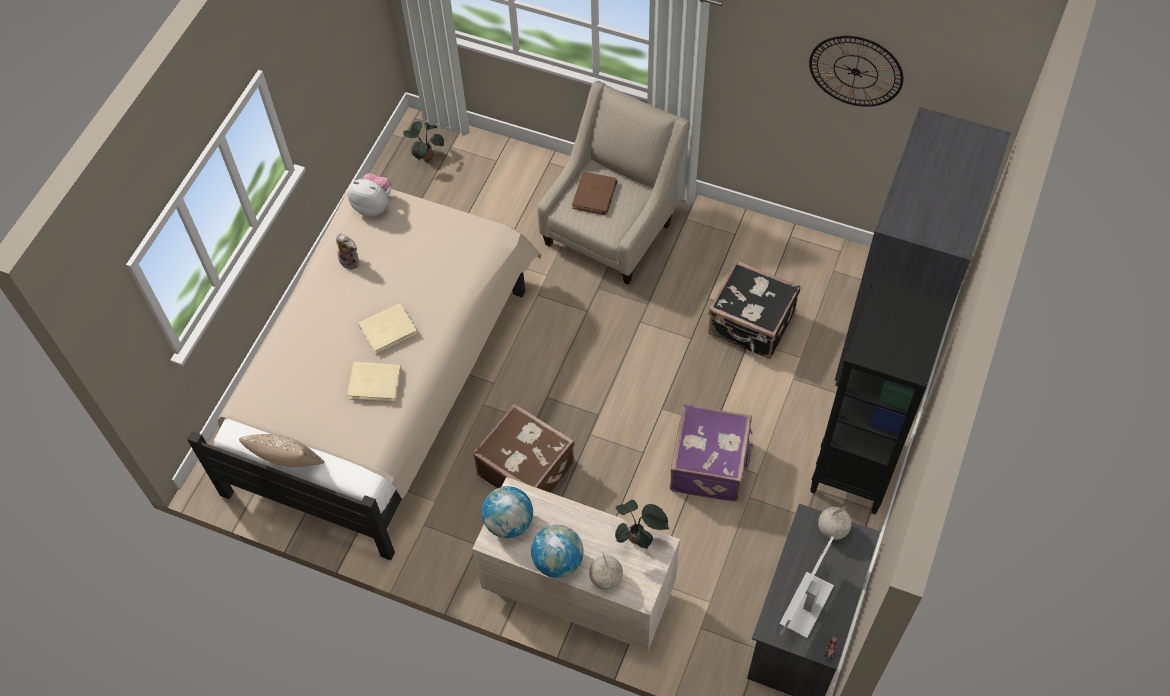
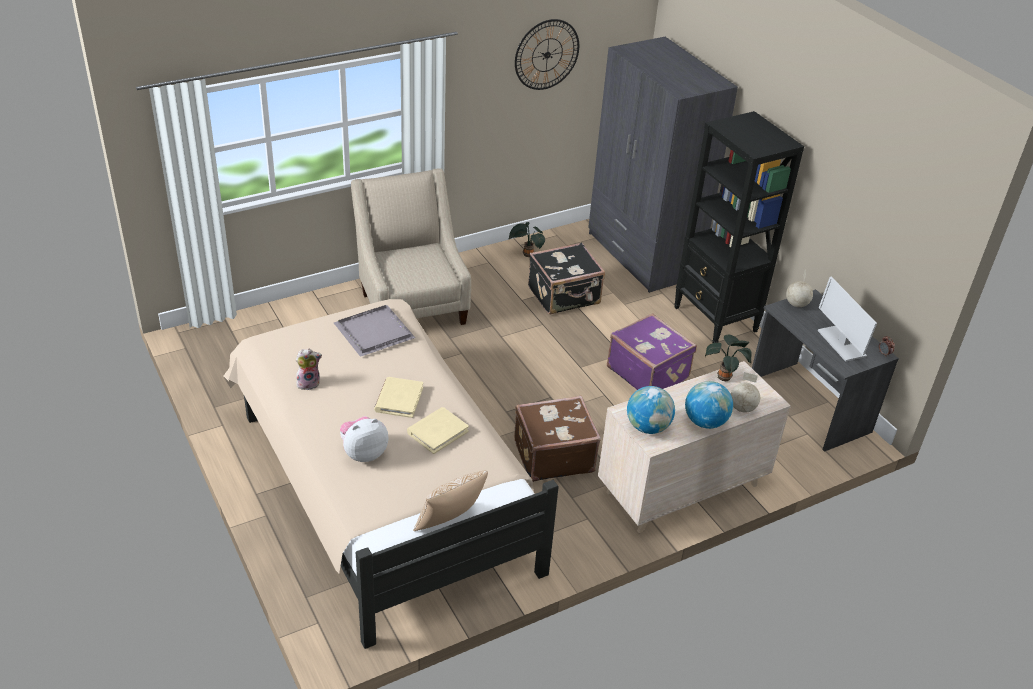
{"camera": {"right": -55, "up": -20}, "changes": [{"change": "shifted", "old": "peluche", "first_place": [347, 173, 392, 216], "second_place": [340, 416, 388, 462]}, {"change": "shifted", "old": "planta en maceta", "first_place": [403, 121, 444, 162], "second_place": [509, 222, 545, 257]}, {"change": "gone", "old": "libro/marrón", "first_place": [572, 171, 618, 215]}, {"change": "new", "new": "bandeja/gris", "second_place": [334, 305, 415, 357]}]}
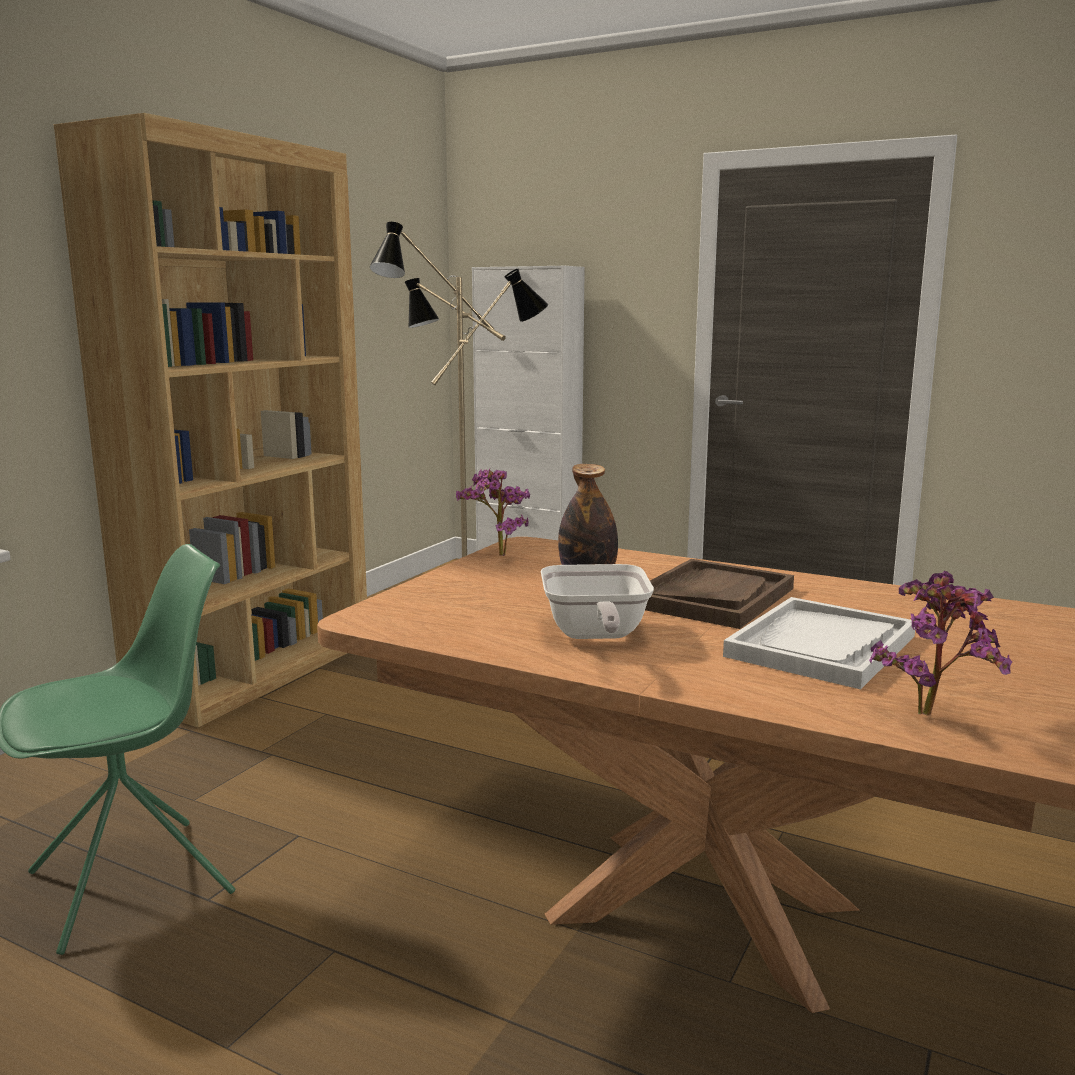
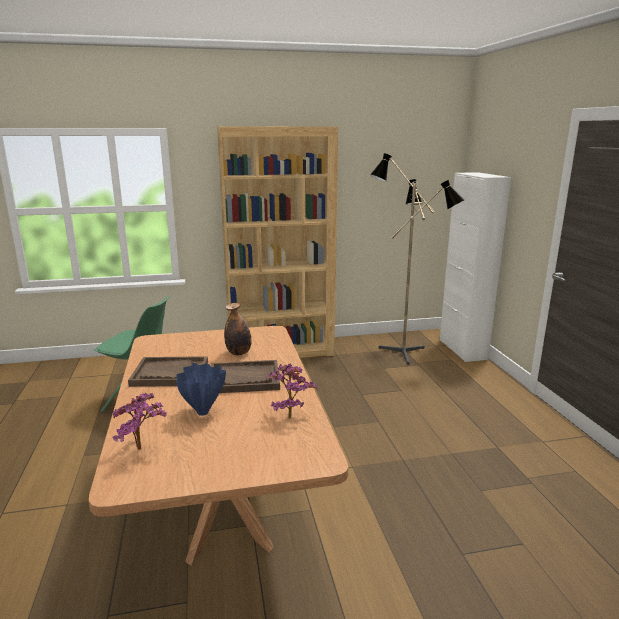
{"camera": {"right": 50, "up": 5}, "changes": [{"change": "shifted", "old": "planta en maceta", "first_place": [456, 469, 530, 556], "second_place": [268, 364, 317, 419]}, {"change": "swapped", "old": "sartén", "new": "bandeja/marrón", "first_place": [541, 564, 654, 639], "second_place": [128, 356, 208, 387]}, {"change": "swapped", "old": "bandeja/blanco", "new": "florero/azul", "first_place": [723, 597, 915, 690], "second_place": [176, 363, 226, 416]}]}
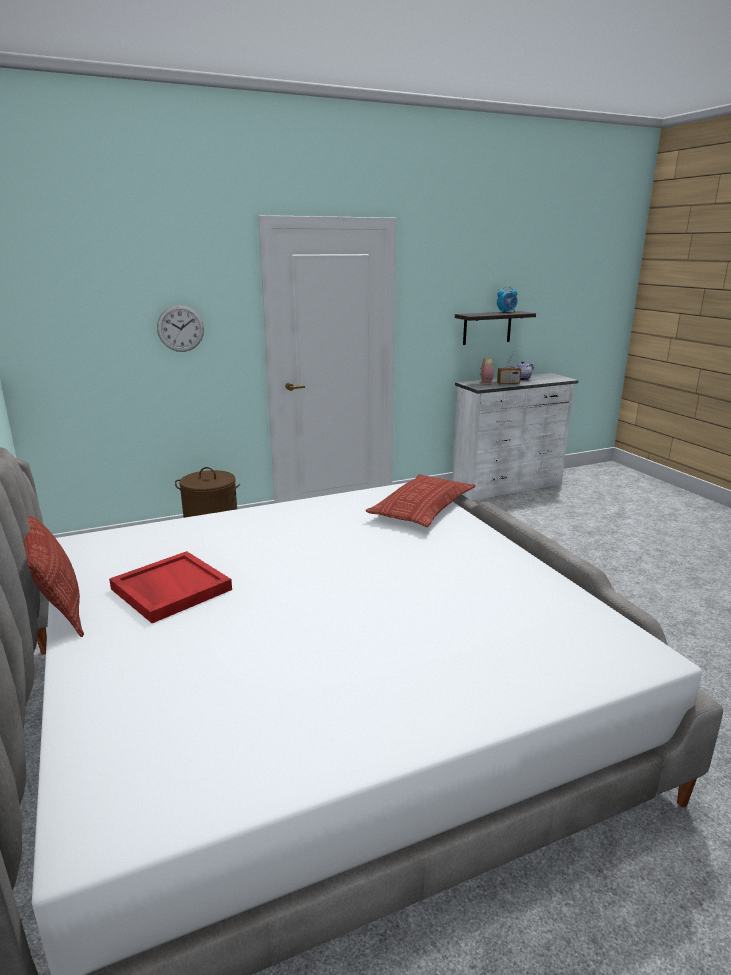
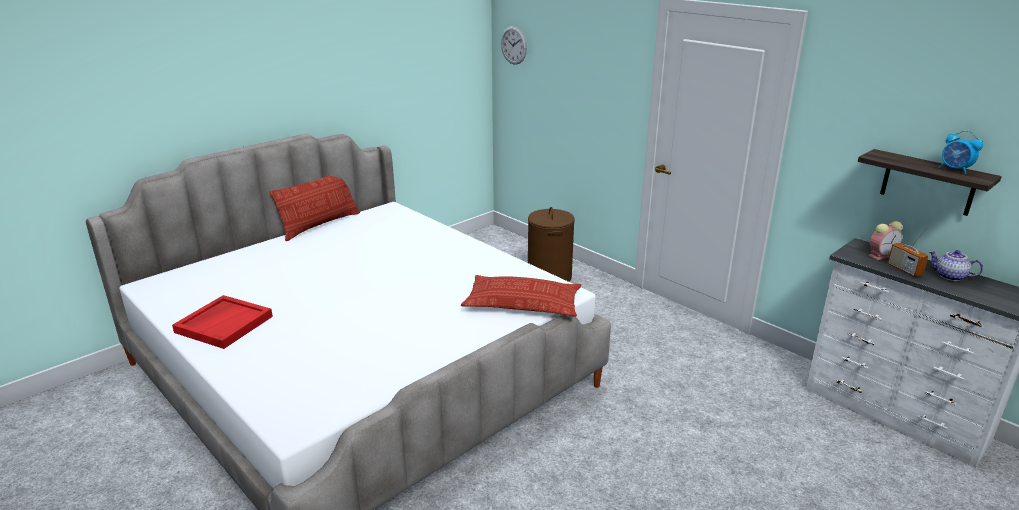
{"camera": {"right": 70, "up": 5}, "changes": [{"change": "shifted", "old": "bandeja/rojo", "first_place": [109, 551, 232, 623], "second_place": [172, 295, 273, 349]}, {"change": "shifted", "old": "reloj de pared", "first_place": [157, 305, 204, 352], "second_place": [501, 26, 527, 65]}]}
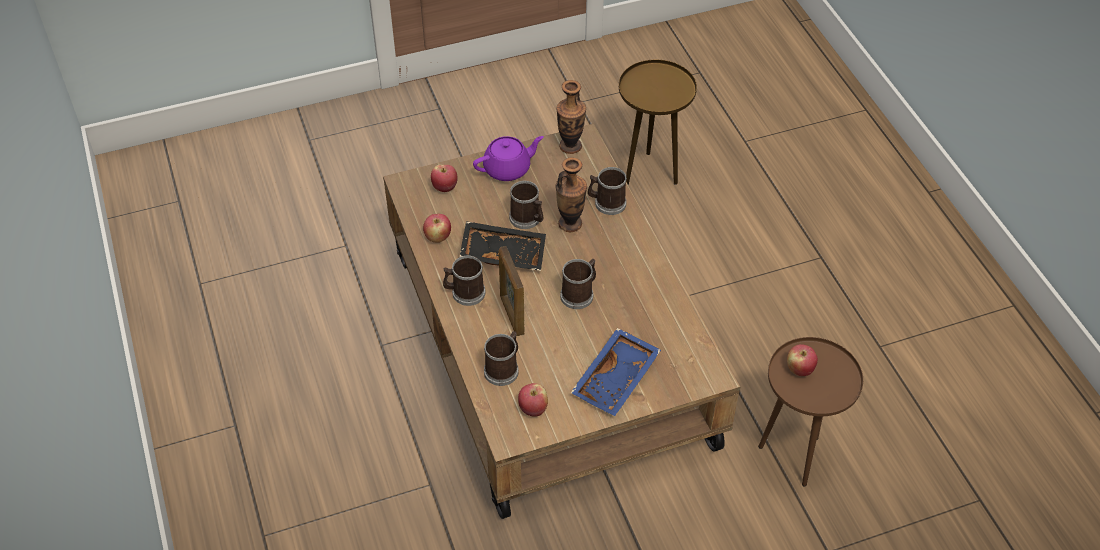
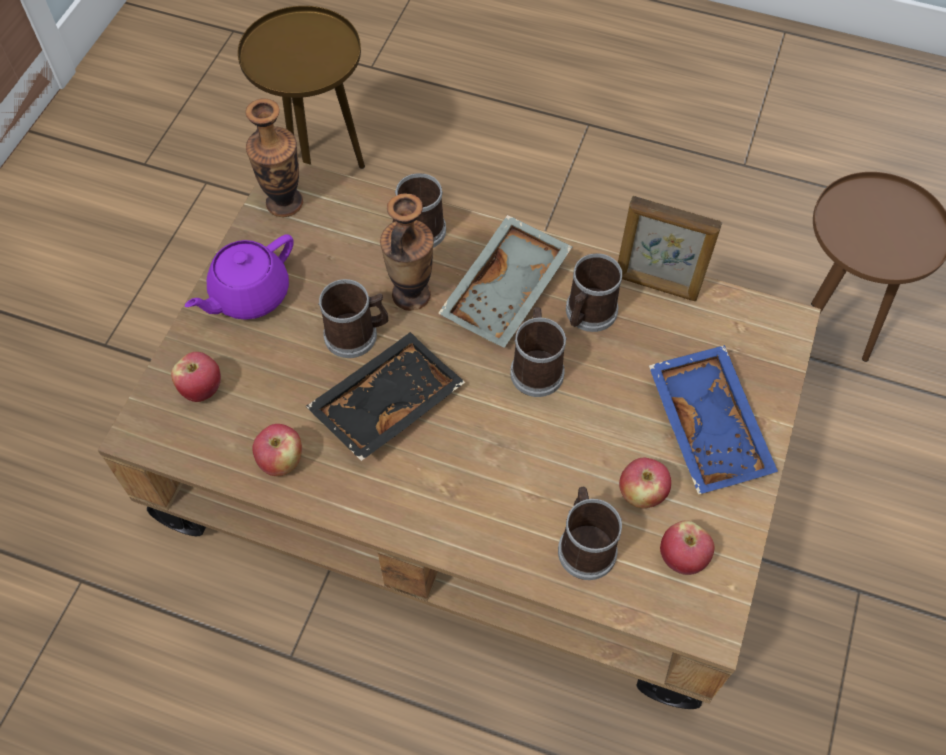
{"camera": {"right": -50, "up": 10}, "changes": [{"change": "shifted", "old": "taza grande", "first_place": [443, 255, 485, 306], "second_place": [566, 253, 622, 332]}, {"change": "rotated", "old": "tetera/morado", "first_place": [473, 136, 544, 181], "second_place": [185, 234, 294, 320], "degrees": -150}, {"change": "shifted", "old": "portarretratos", "first_place": [499, 246, 525, 336], "second_place": [618, 196, 722, 301]}, {"change": "shifted", "old": "manzana", "first_place": [787, 344, 818, 376], "second_place": [619, 458, 671, 508]}, {"change": "new", "new": "bandeja/gris", "second_place": [438, 215, 572, 348]}]}
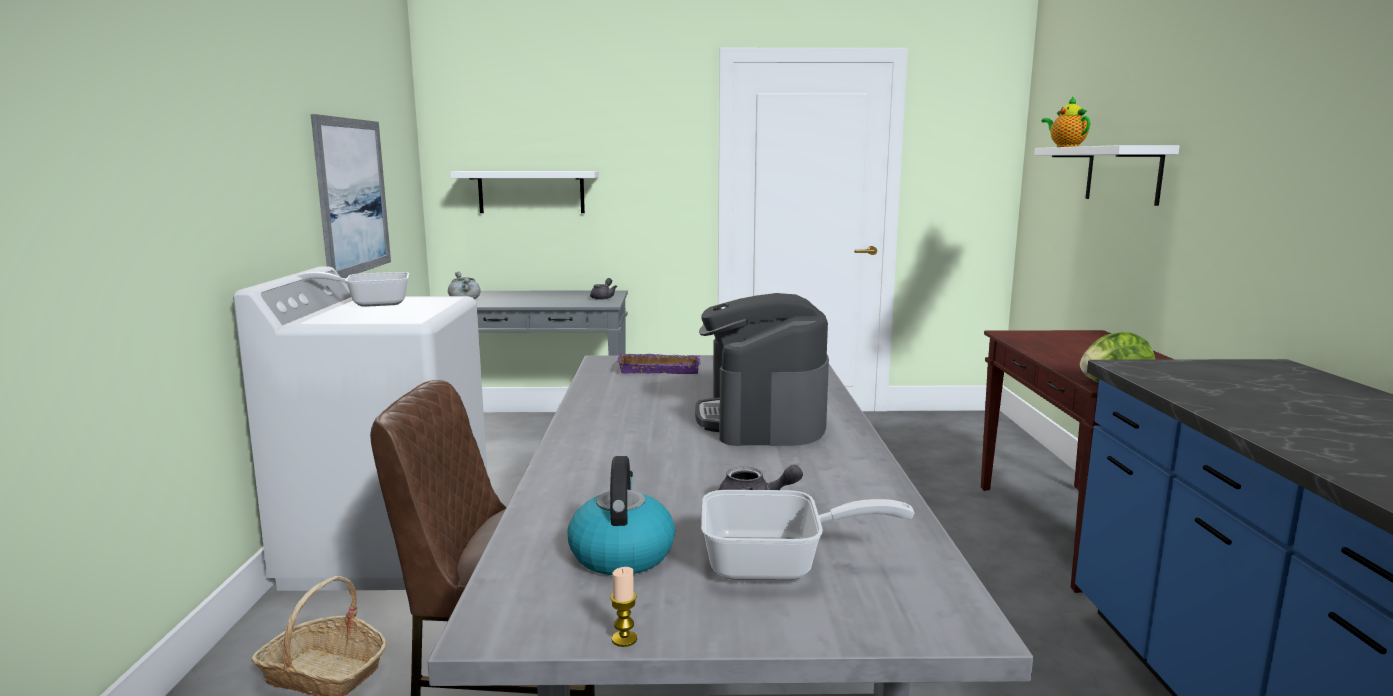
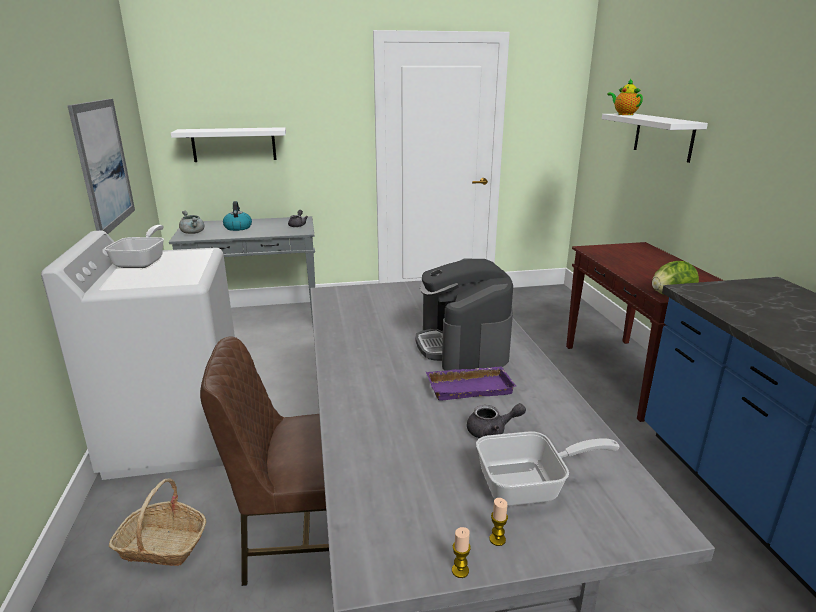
{"camera": {"right": -10, "up": 10}, "changes": [{"change": "rotated", "old": "sartén", "first_place": [296, 272, 409, 307], "second_place": [104, 225, 164, 268], "degrees": 120}, {"change": "shifted", "old": "hervidor", "first_place": [568, 456, 675, 575], "second_place": [223, 201, 252, 231]}, {"change": "shifted", "old": "bandeja/morado", "first_place": [616, 353, 700, 374], "second_place": [426, 367, 516, 401]}, {"change": "new", "new": "vela", "second_place": [489, 498, 508, 546]}]}
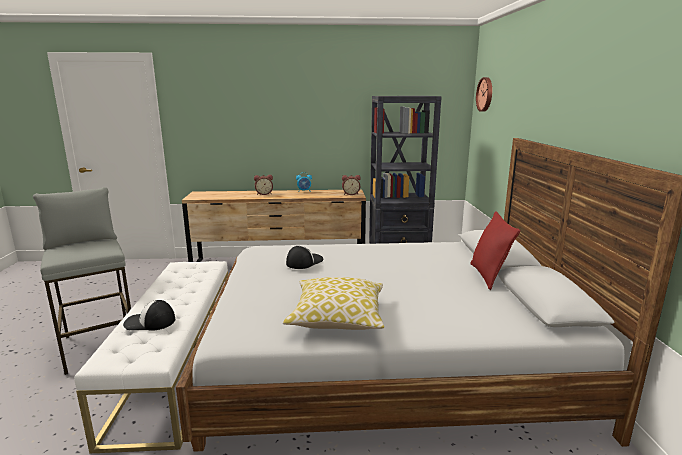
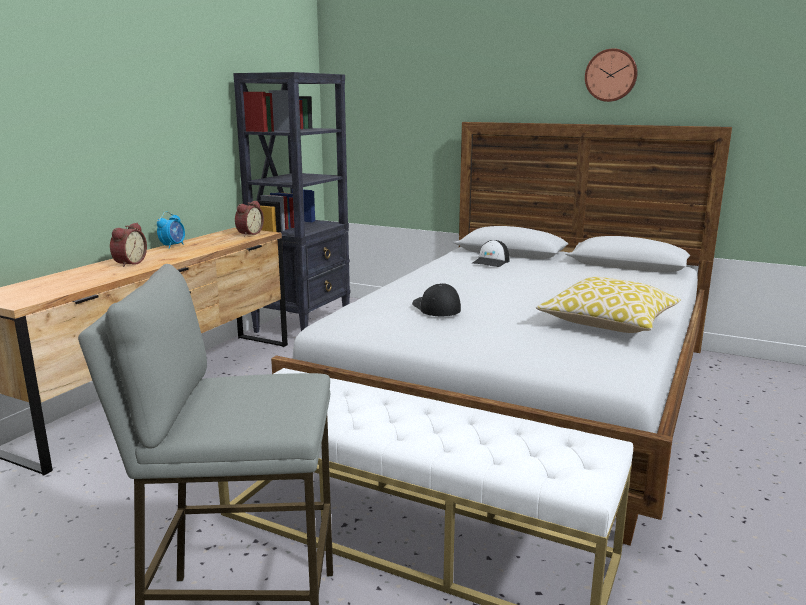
{"camera": {"right": -60, "up": 0}, "changes": [{"change": "shifted", "old": "gorra", "first_place": [123, 300, 175, 331], "second_place": [472, 240, 509, 267]}, {"change": "gone", "old": "cojín/rojo", "first_place": [470, 211, 520, 290]}, {"change": "shifted", "old": "reloj de pared", "first_place": [476, 77, 492, 112], "second_place": [585, 48, 638, 102]}]}
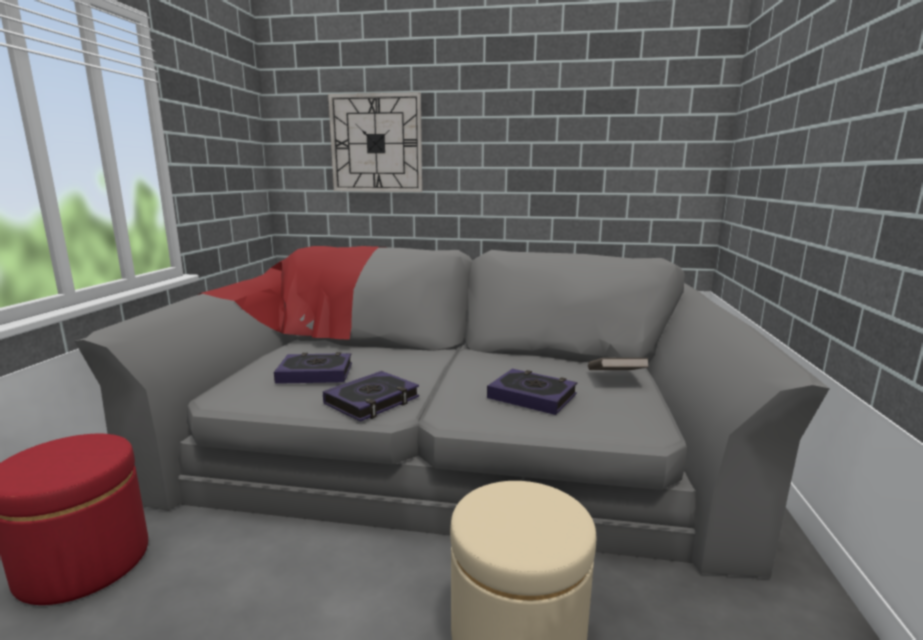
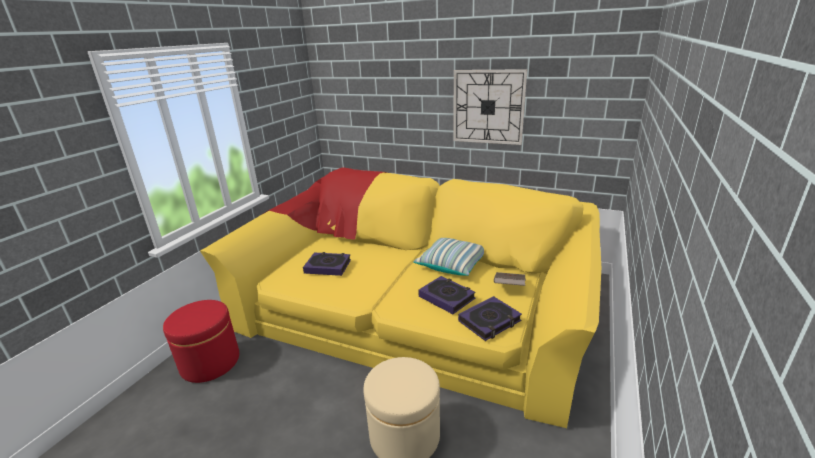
{"camera": {"right": 15, "up": 10}, "changes": [{"change": "repainted", "old": "sofá/gris", "new": "sofá/amarillo", "first_place": [75, 246, 830, 578], "second_place": [200, 167, 601, 428]}, {"change": "shifted", "old": "libro", "first_place": [323, 371, 419, 422], "second_place": [458, 296, 522, 341]}, {"change": "shifted", "old": "reloj de pared", "first_place": [328, 92, 422, 192], "second_place": [453, 69, 527, 145]}, {"change": "new", "new": "cojín", "second_place": [413, 238, 484, 276]}]}
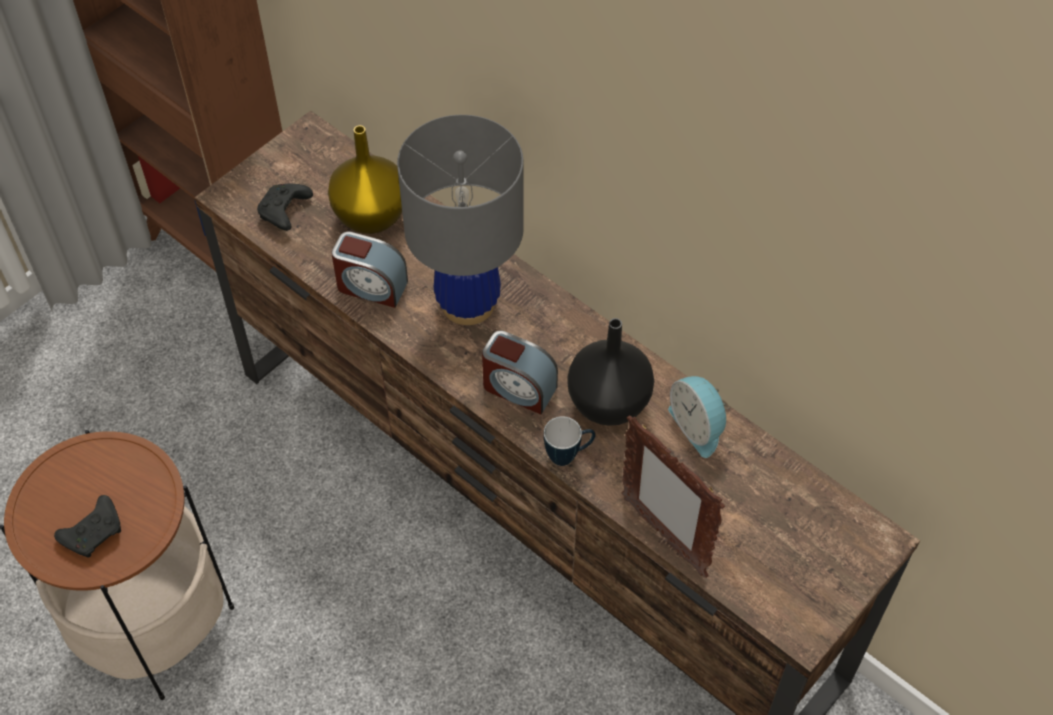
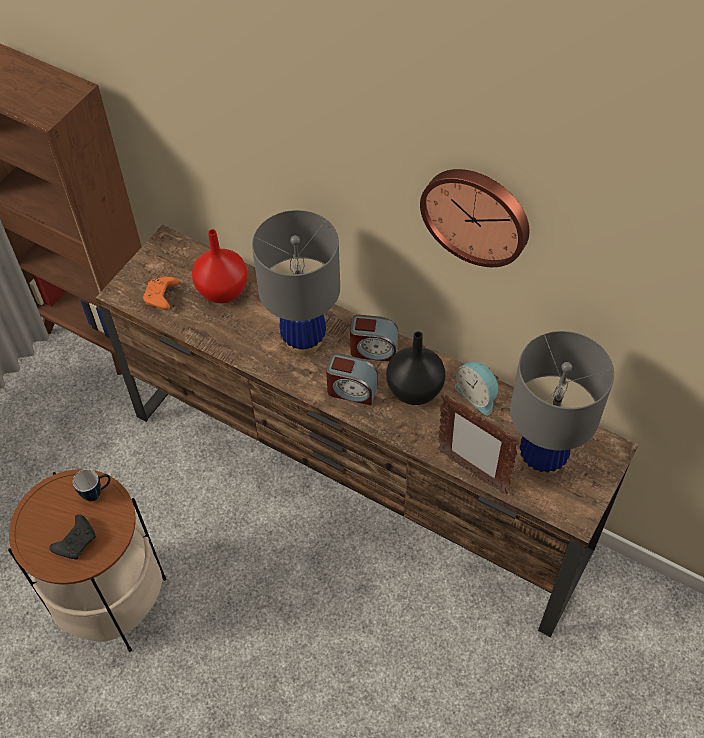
{"camera": {"right": -10, "up": 0}, "changes": [{"change": "repainted", "old": "mando de consola/negro", "new": "mando de consola/naranja", "first_place": [257, 184, 313, 231], "second_place": [143, 277, 179, 310]}, {"change": "repainted", "old": "florero/amarillo", "new": "florero/rojo", "first_place": [328, 125, 402, 234], "second_place": [192, 229, 248, 303]}, {"change": "shifted", "old": "despertador", "first_place": [332, 232, 408, 308], "second_place": [350, 315, 398, 361]}, {"change": "shifted", "old": "taza grande", "first_place": [544, 416, 595, 466], "second_place": [73, 469, 110, 501]}, {"change": "new", "new": "reloj de pared", "second_place": [420, 169, 530, 267]}, {"change": "new", "new": "lámpara de mesa/gris", "second_place": [510, 331, 614, 476]}]}
